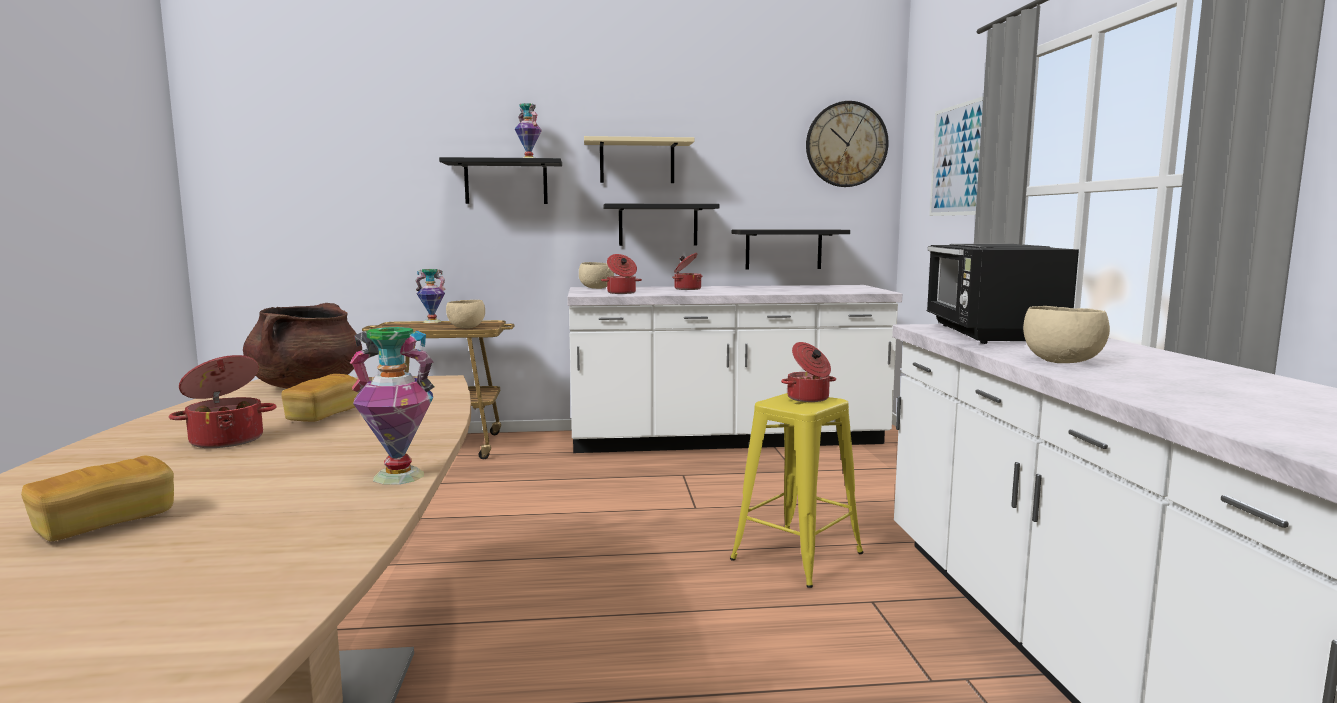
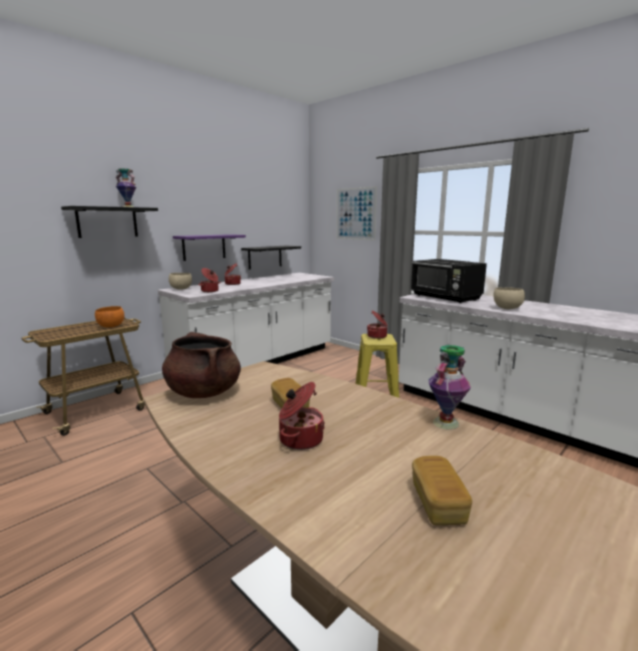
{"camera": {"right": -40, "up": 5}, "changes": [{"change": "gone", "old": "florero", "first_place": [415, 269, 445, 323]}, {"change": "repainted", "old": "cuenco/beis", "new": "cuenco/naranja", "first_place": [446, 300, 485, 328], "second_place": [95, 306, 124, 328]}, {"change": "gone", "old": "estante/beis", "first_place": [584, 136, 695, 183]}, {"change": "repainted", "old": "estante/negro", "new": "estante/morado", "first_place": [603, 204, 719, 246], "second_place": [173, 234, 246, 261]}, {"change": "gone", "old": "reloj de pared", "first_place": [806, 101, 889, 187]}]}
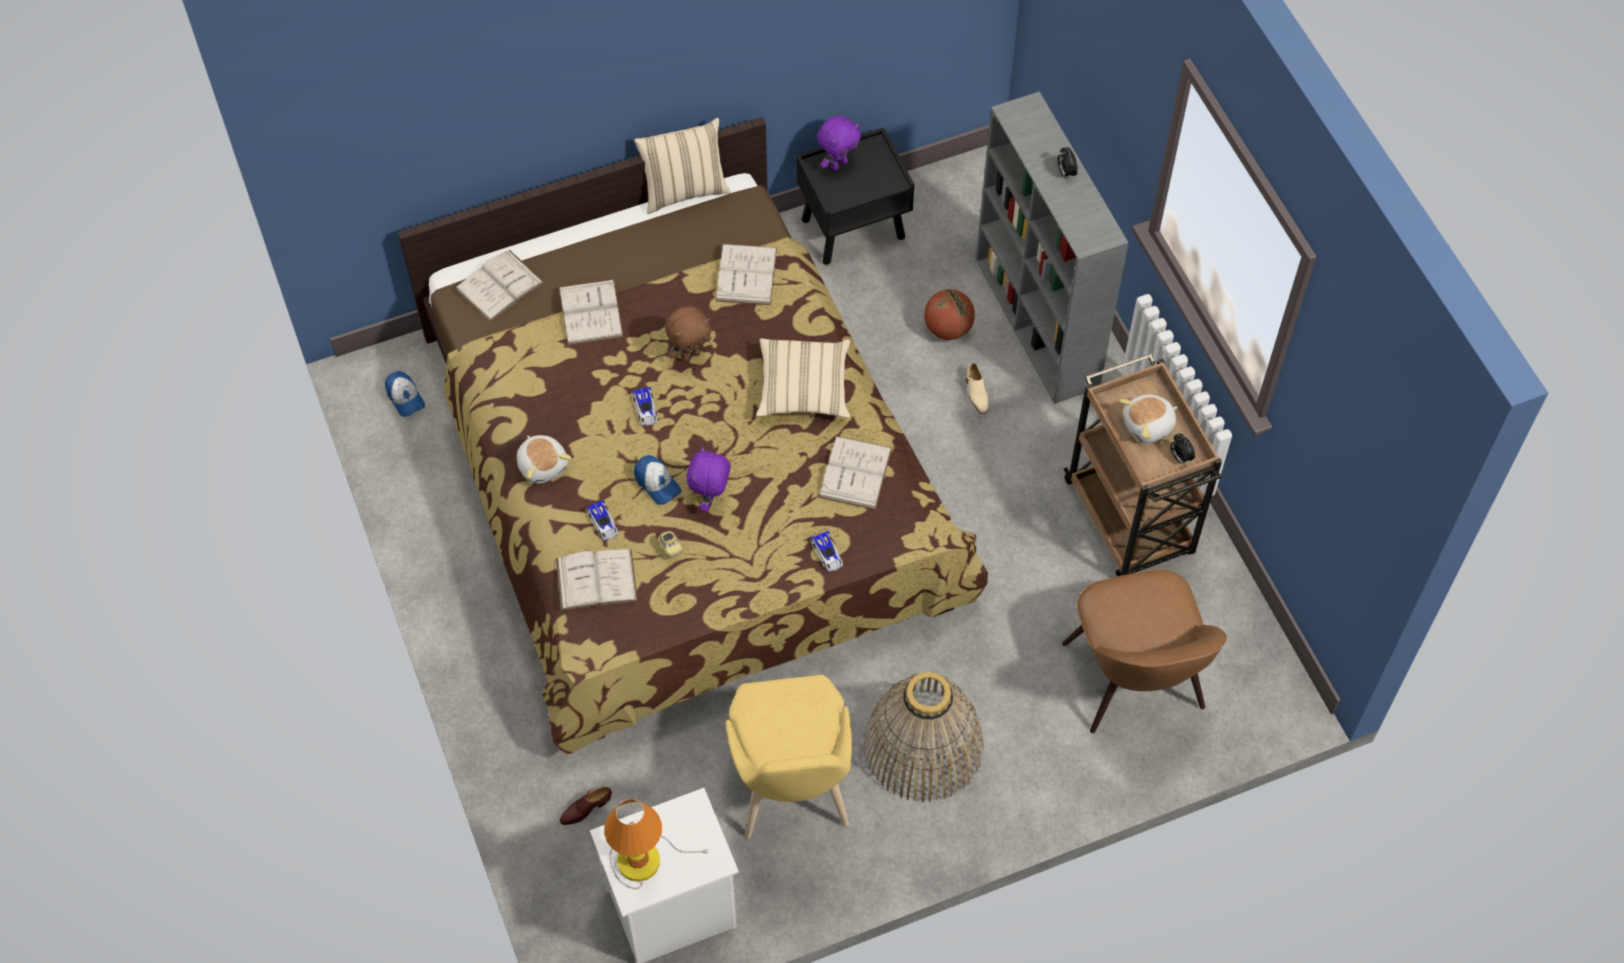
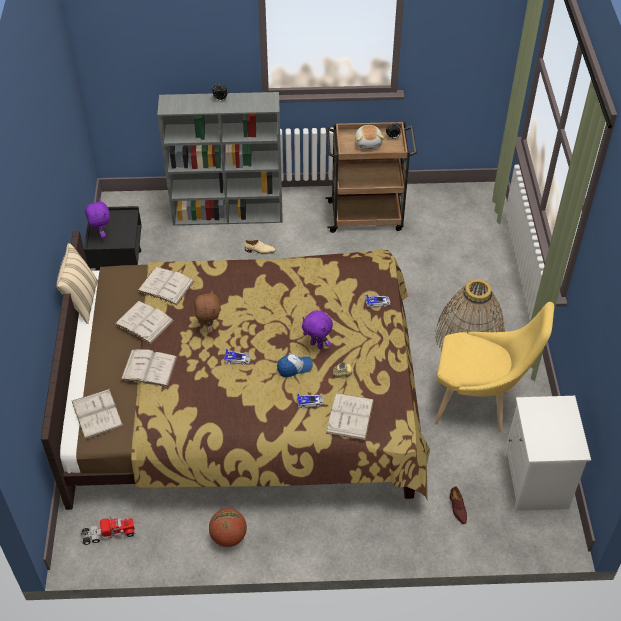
{"camera": {"right": -70, "up": -10}, "changes": [{"change": "swapped", "old": "gorra", "new": "camión de juguete", "first_place": [385, 371, 425, 417], "second_place": [80, 517, 136, 545]}, {"change": "gone", "old": "peluche", "first_place": [517, 435, 572, 484]}, {"change": "gone", "old": "lámpara de mesa", "first_place": [604, 799, 710, 889]}, {"change": "gone", "old": "cojín/beis", "first_place": [756, 338, 850, 418]}, {"change": "shifted", "old": "libro/blanco", "first_place": [819, 436, 892, 510], "second_place": [115, 301, 174, 344]}, {"change": "shifted", "old": "balón de baloncesto", "first_place": [924, 289, 975, 340], "second_place": [209, 508, 247, 547]}, {"change": "gone", "old": "silla/marrón", "first_place": [1062, 569, 1227, 733]}]}
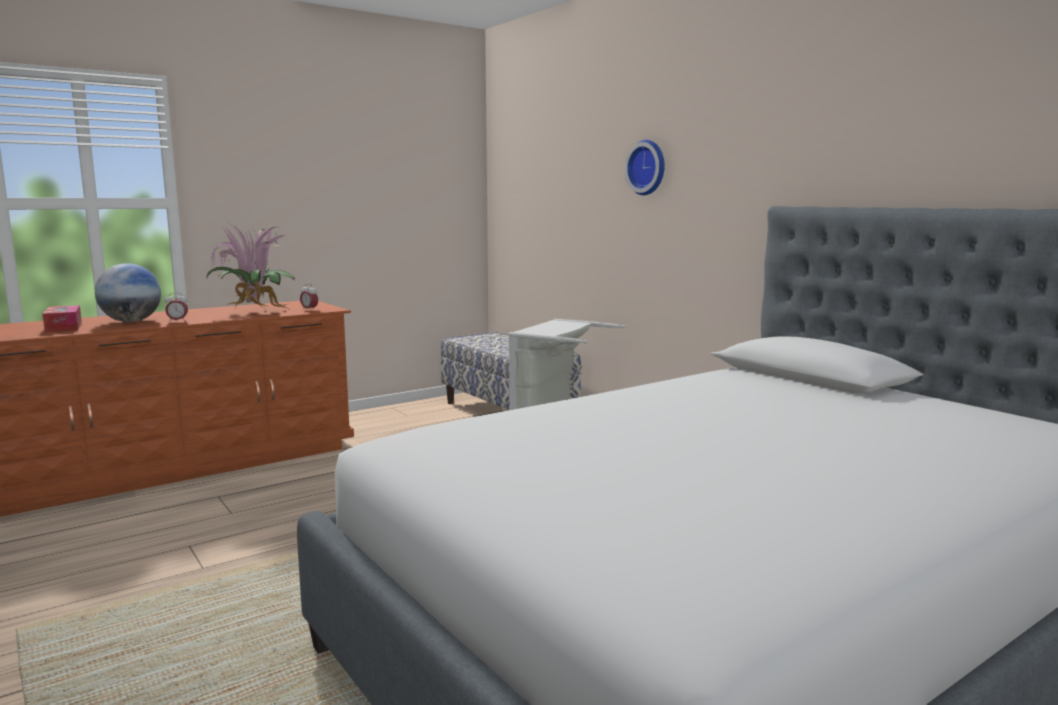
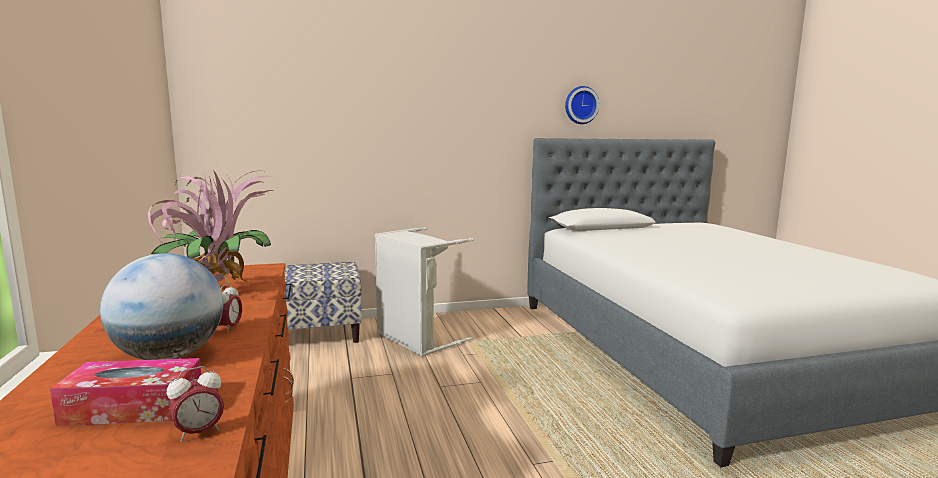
{"camera": {"right": -70, "up": 0}, "changes": [{"change": "shifted", "old": "despertador", "first_place": [300, 284, 318, 311], "second_place": [167, 366, 224, 442]}, {"change": "shifted", "old": "reloj de pared", "first_place": [624, 140, 665, 195], "second_place": [565, 86, 599, 124]}]}
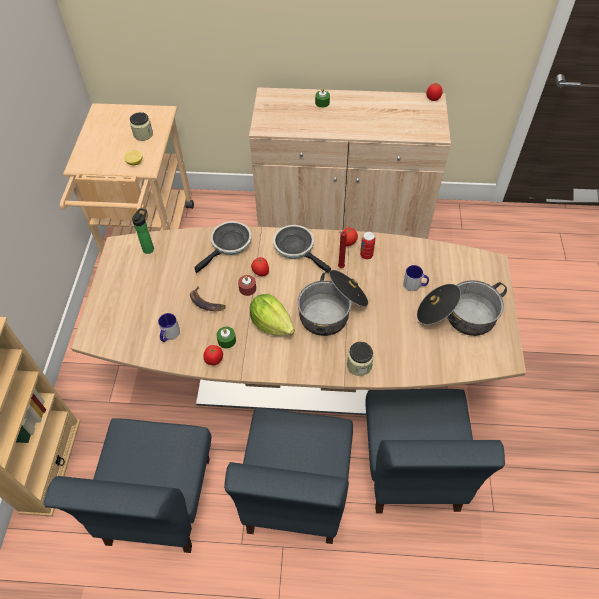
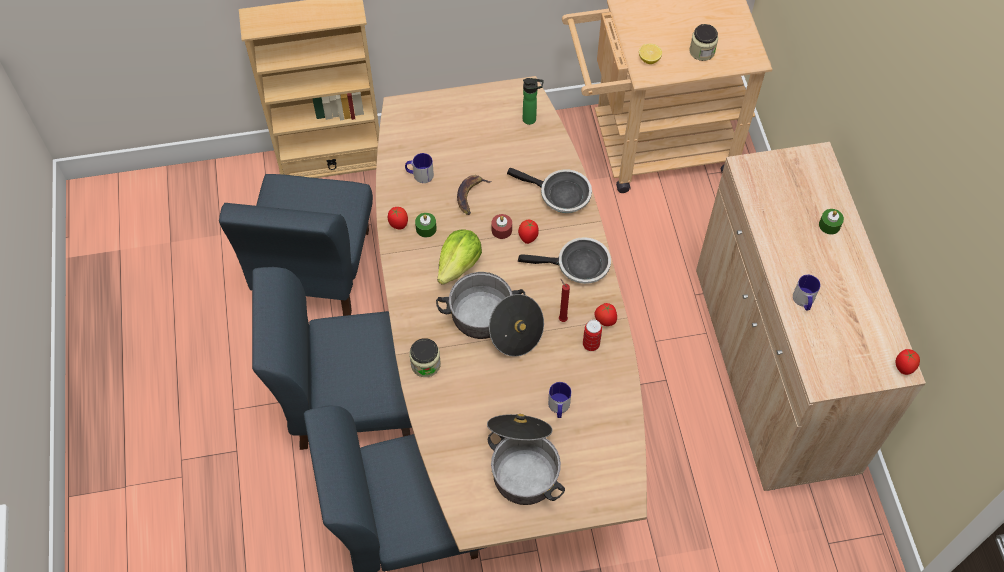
{"camera": {"right": 75, "up": 5}, "changes": [{"change": "rotated", "old": "silla/azul", "first_place": [44, 418, 211, 553], "second_place": [219, 174, 373, 316], "degrees": -75}, {"change": "rotated", "old": "sartén", "first_place": [273, 225, 331, 272], "second_place": [518, 237, 611, 284], "degrees": 60}, {"change": "new", "new": "taza grande", "second_place": [793, 275, 820, 310]}]}
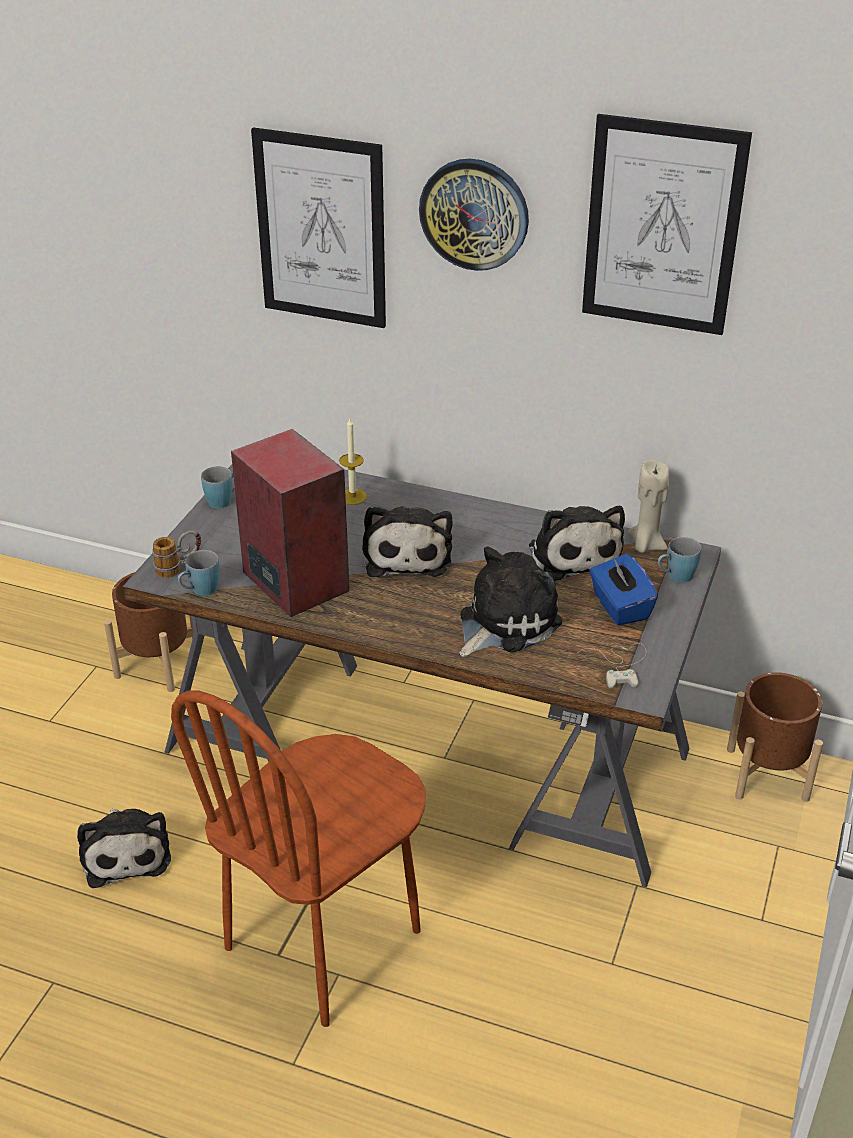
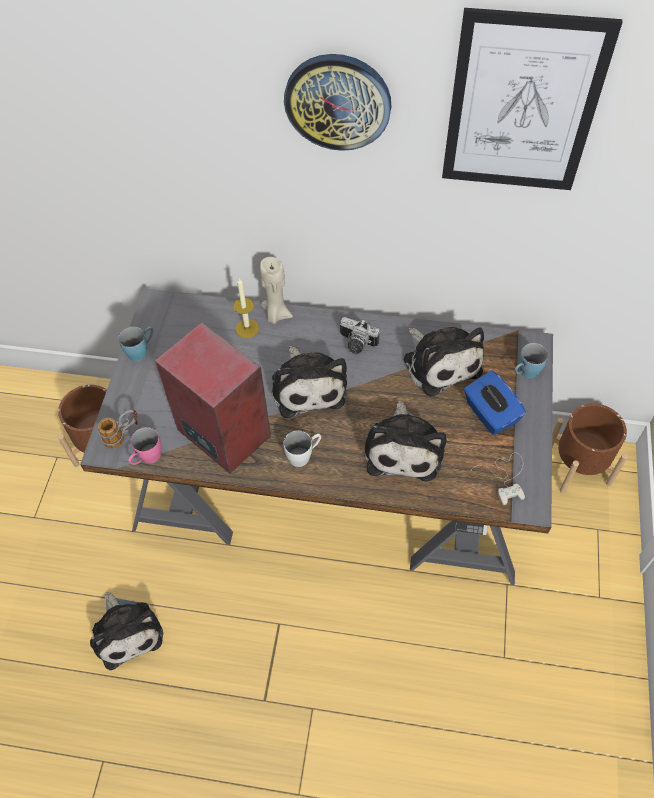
{"camera": {"right": -10, "up": 20}, "changes": [{"change": "gone", "old": "silla/marrón", "first_place": [171, 690, 426, 1027]}, {"change": "repainted", "old": "taza grande/azul", "new": "taza grande/rosa", "first_place": [178, 550, 220, 596], "second_place": [128, 427, 161, 465]}, {"change": "gone", "old": "cuadro", "first_place": [251, 127, 386, 328]}, {"change": "rotated", "old": "peluche", "first_place": [460, 546, 562, 657], "second_place": [365, 401, 446, 481], "degrees": 150}, {"change": "shifted", "old": "vela/beis", "first_place": [628, 460, 669, 553], "second_place": [260, 257, 293, 324]}, {"change": "new", "new": "taza grande/blanco", "second_place": [283, 431, 321, 467]}, {"change": "new", "new": "cámara", "second_place": [340, 317, 380, 354]}]}
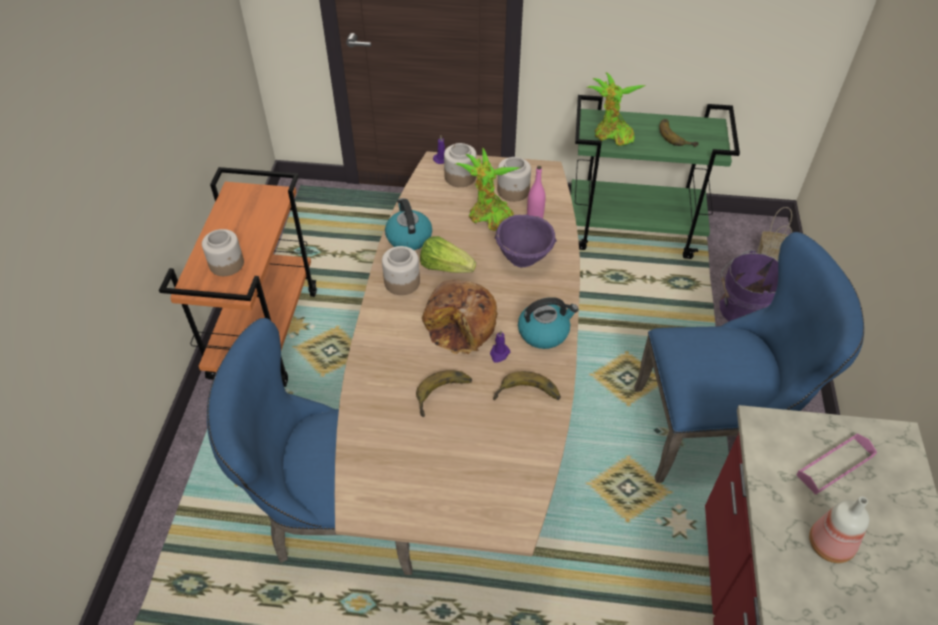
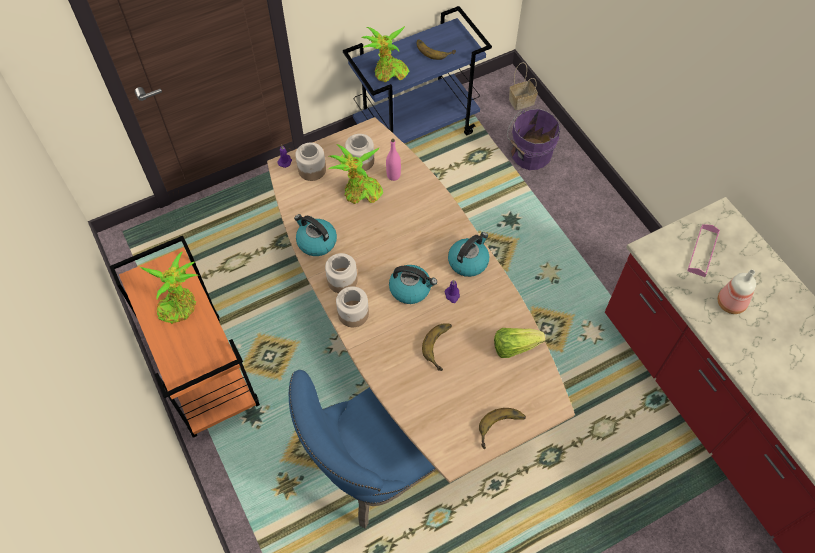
{"camera": {"right": -35, "up": 10}, "changes": [{"change": "shifted", "old": "tarro", "first_place": [202, 229, 244, 276], "second_place": [336, 286, 369, 327]}, {"change": "shifted", "old": "lechuga", "first_place": [420, 236, 476, 273], "second_place": [494, 328, 545, 358]}, {"change": "swapped", "old": "pan", "new": "hervidor", "first_place": [422, 280, 498, 354], "second_place": [389, 265, 437, 304]}, {"change": "shifted", "old": "plátano", "first_place": [493, 371, 561, 400], "second_place": [479, 408, 526, 449]}, {"change": "gone", "old": "cuenco/morado", "first_place": [495, 215, 557, 267]}, {"change": "repainted", "old": "carrito/verde", "new": "carrito/azul", "first_place": [571, 95, 740, 259], "second_place": [343, 6, 492, 143]}, {"change": "gone", "old": "silla/azul", "first_place": [634, 232, 864, 483]}, {"change": "new", "new": "planta en maceta", "second_place": [140, 251, 197, 324]}]}
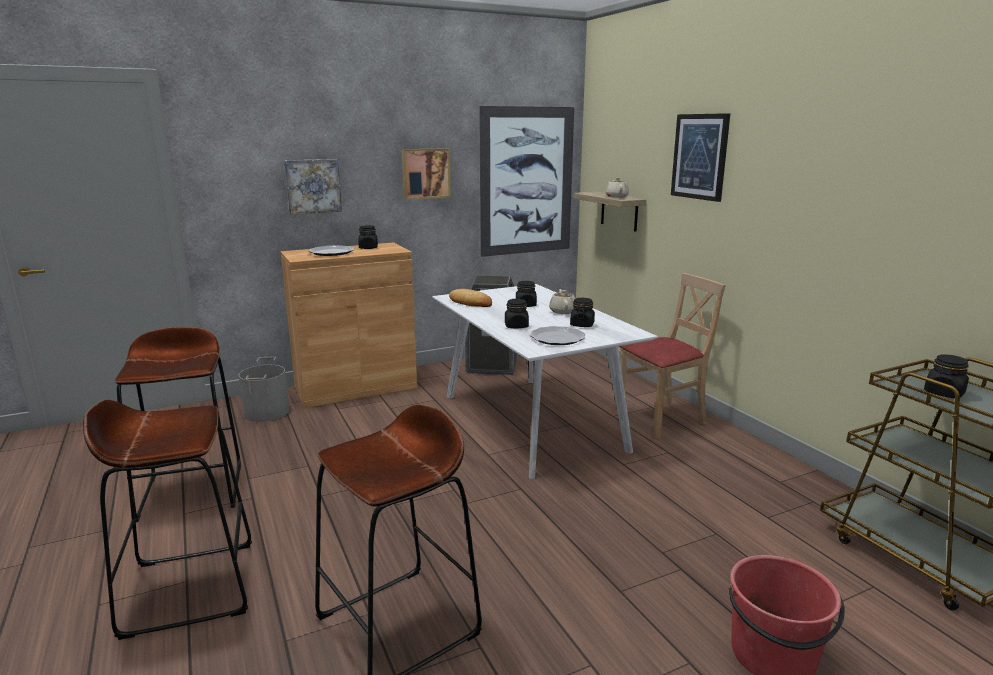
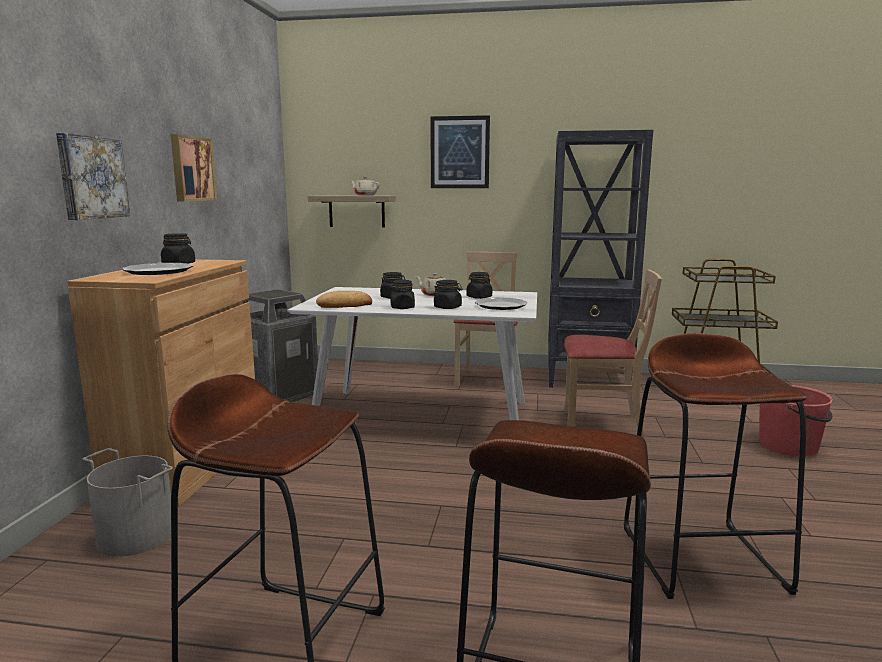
{"camera": {"right": -55, "up": -5}, "changes": [{"change": "gone", "old": "cuadro", "first_place": [479, 106, 574, 257]}, {"change": "shifted", "old": "tarro/negro", "first_place": [924, 354, 969, 398], "second_place": [391, 280, 415, 309]}, {"change": "new", "new": "estantería/negro", "second_place": [548, 130, 653, 388]}, {"change": "new", "new": "silla/beis", "second_place": [564, 269, 662, 438]}]}
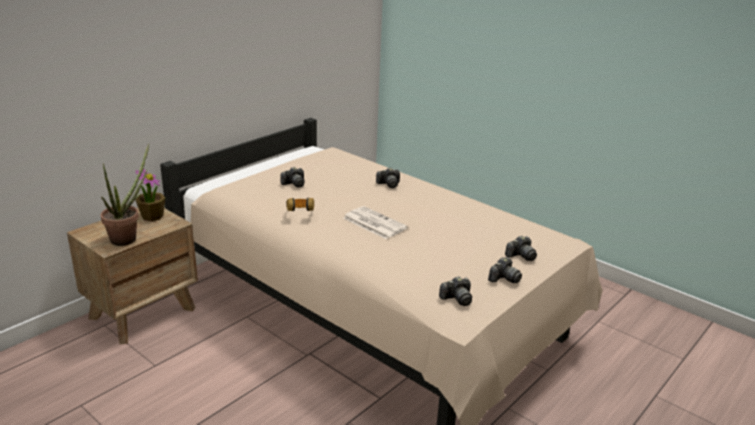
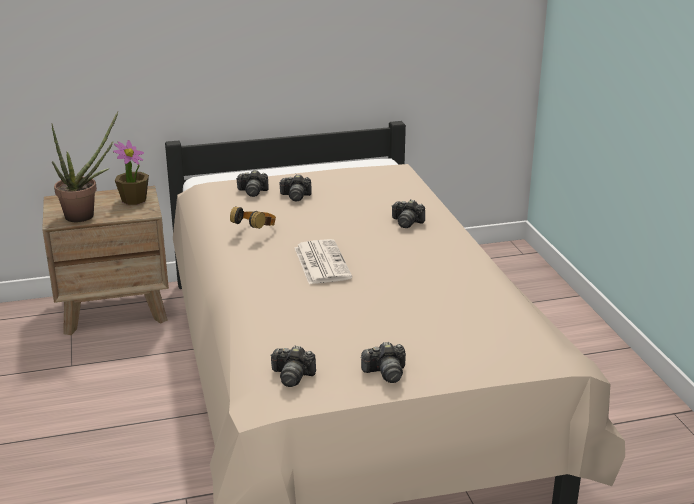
{"camera": {"right": 35, "up": 0}, "changes": [{"change": "shifted", "old": "cámara", "first_place": [505, 236, 537, 261], "second_place": [236, 170, 269, 197]}]}
